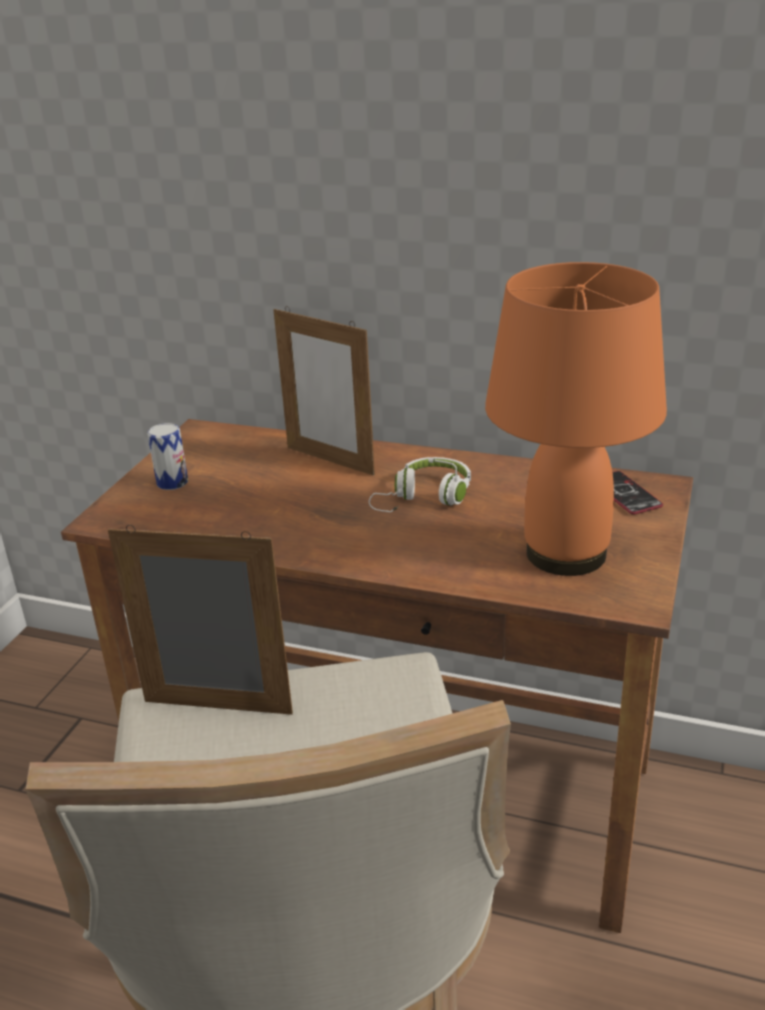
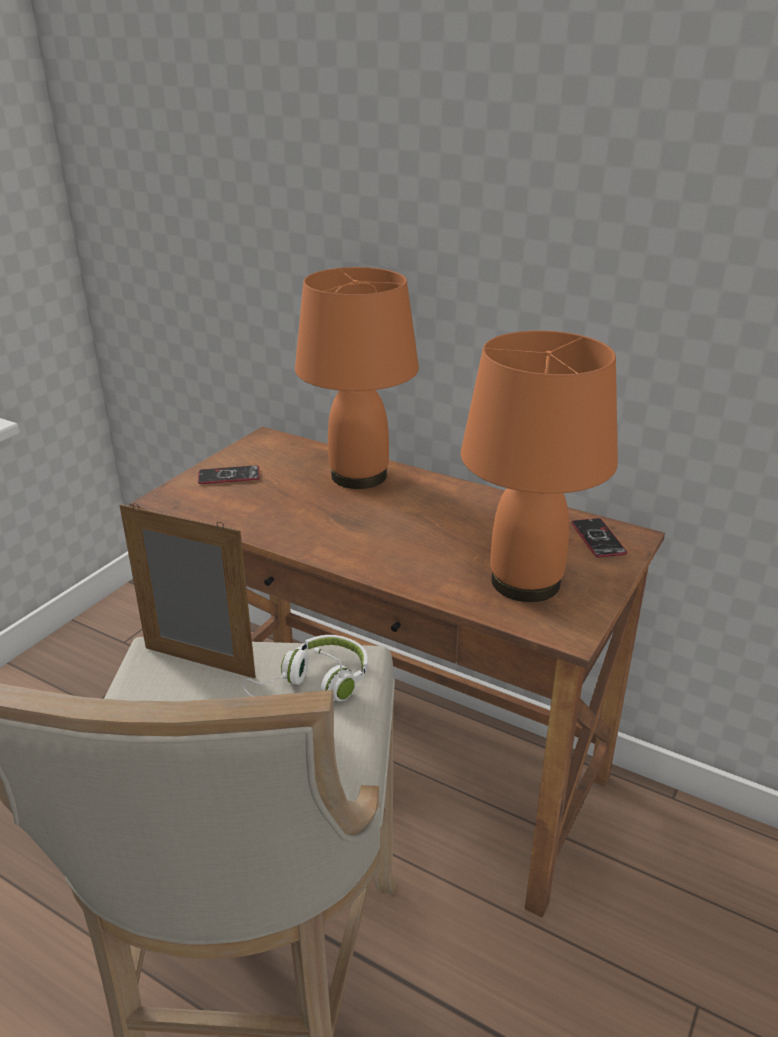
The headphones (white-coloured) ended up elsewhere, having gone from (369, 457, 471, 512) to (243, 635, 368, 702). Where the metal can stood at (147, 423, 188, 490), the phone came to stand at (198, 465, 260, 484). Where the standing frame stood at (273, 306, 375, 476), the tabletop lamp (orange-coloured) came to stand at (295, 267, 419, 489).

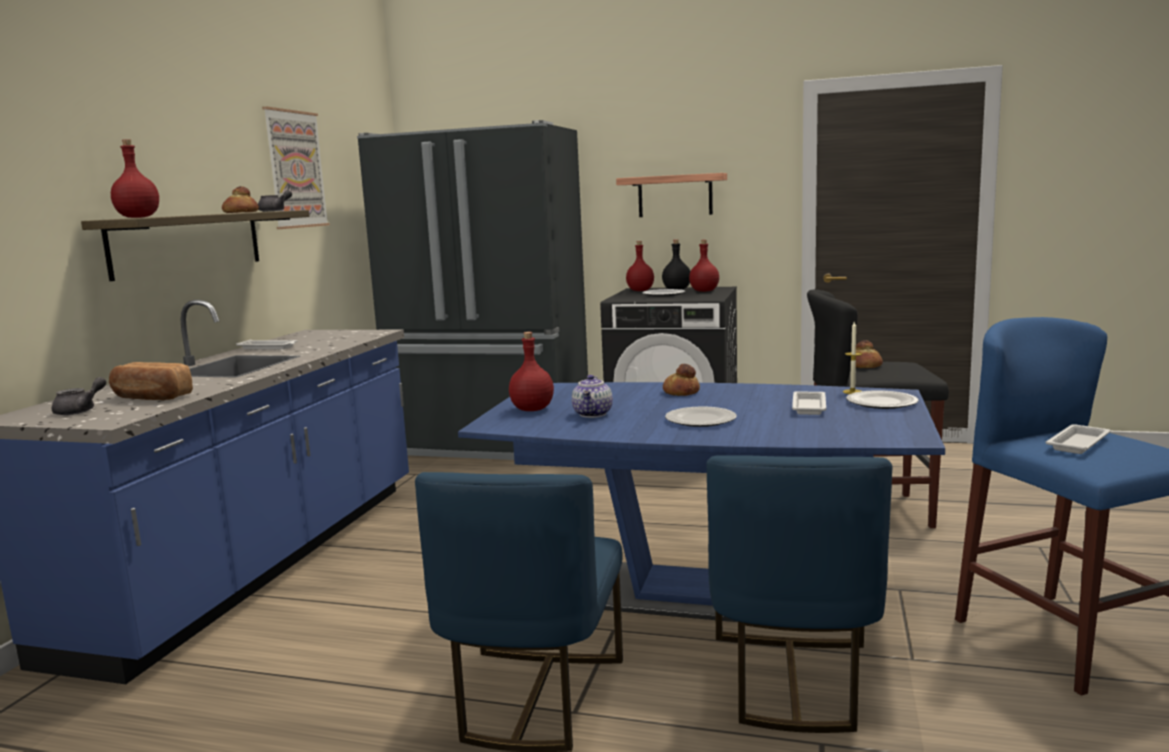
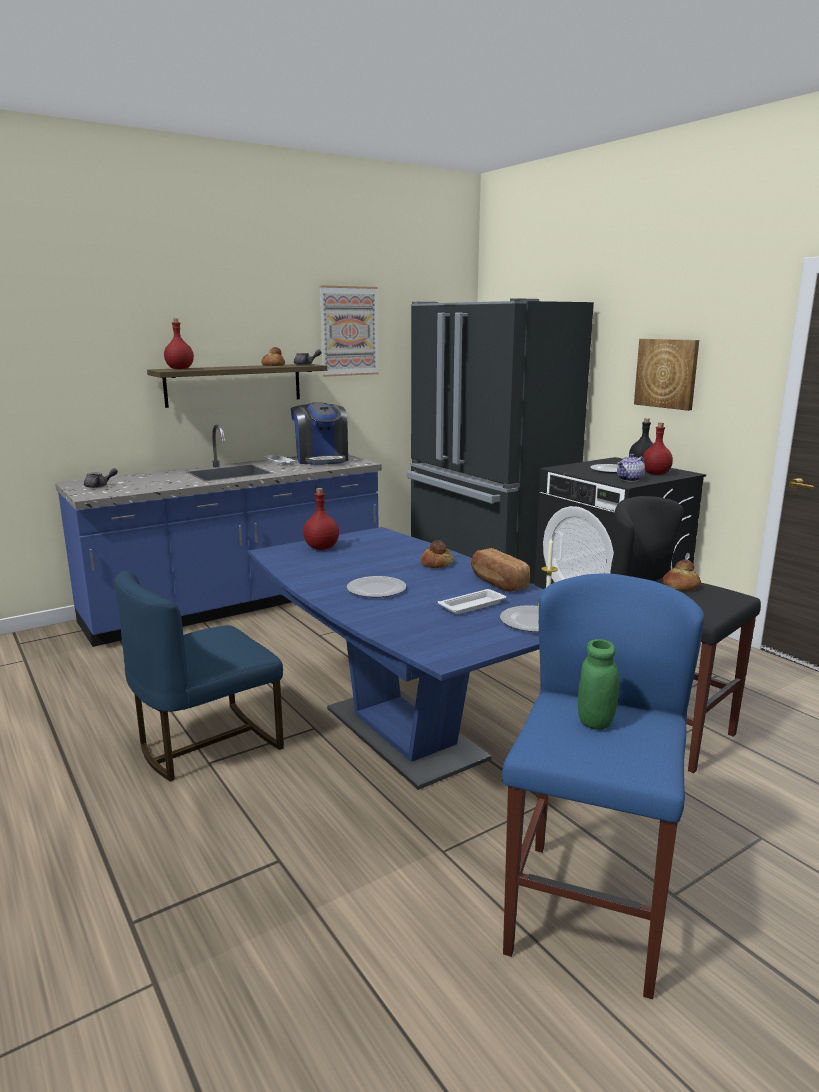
The second view lost the beverage bottle (reddish) at (626, 241, 654, 291). The second view lost the upright chair (bluish) at (706, 455, 892, 733). The second view gained the coffee brewer at (291, 402, 348, 465). The bakery bread ended up elsewhere, having gone from (109, 362, 193, 400) to (471, 548, 530, 592). The teapot ended up elsewhere, having gone from (572, 375, 613, 418) to (617, 454, 645, 482). Where the shelf hung at (616, 173, 727, 217), the picture came to hang at (634, 339, 699, 411). Where the tray (white-coloured) stood at (1046, 424, 1111, 454), the jar (green-coloured) came to stand at (578, 639, 619, 730).

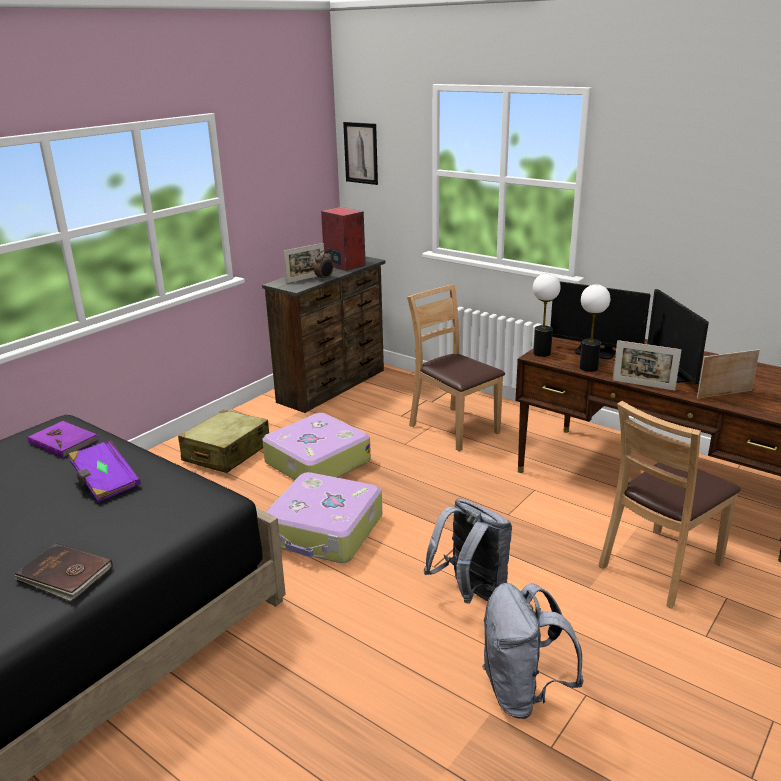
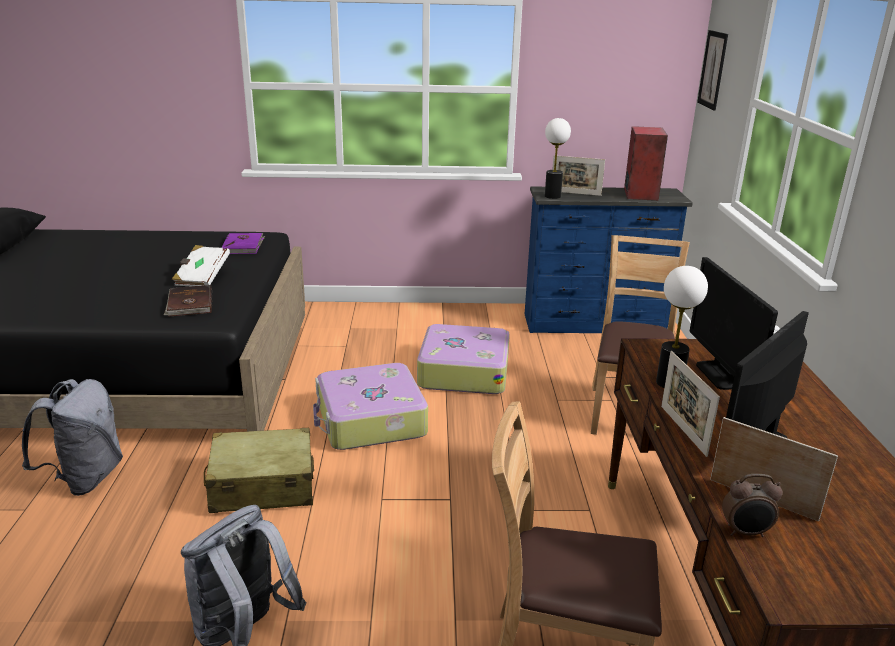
The book (brown-coloured) ended up elsewhere, having gone from (14, 543, 113, 601) to (164, 285, 212, 317). The piece of luggage (beige) ended up elsewhere, having gone from (178, 410, 269, 473) to (204, 428, 314, 513). The table clock ended up elsewhere, having gone from (314, 250, 333, 279) to (722, 474, 783, 537). The backpack (greyish) ended up elsewhere, having gone from (424, 498, 512, 603) to (22, 379, 123, 496). The tabletop lamp ended up elsewhere, having gone from (533, 273, 561, 357) to (545, 118, 571, 199). What was the book (purplish) at (68, 440, 141, 502) turned into the book (white-coloured) at (172, 245, 230, 286). What was the chest of drawers (brown-coloured) at (262, 256, 385, 413) turned into the chest of drawers (bluish) at (525, 186, 693, 333).

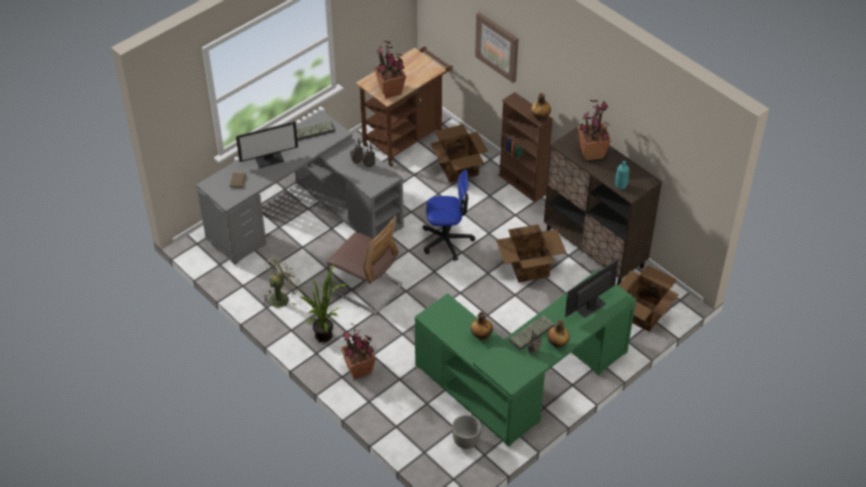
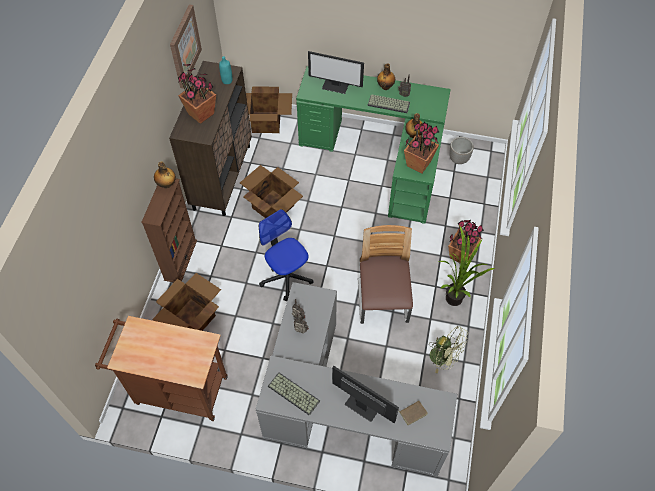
The houseplant ended up elsewhere, having gone from (374, 40, 406, 98) to (404, 122, 439, 174). The picture ended up elsewhere, having gone from (475, 13, 518, 83) to (170, 4, 202, 89). The electric fan (green-coloured) at (263, 256, 302, 308) ended up facing another way, 150 degrees counterclockwise from before.

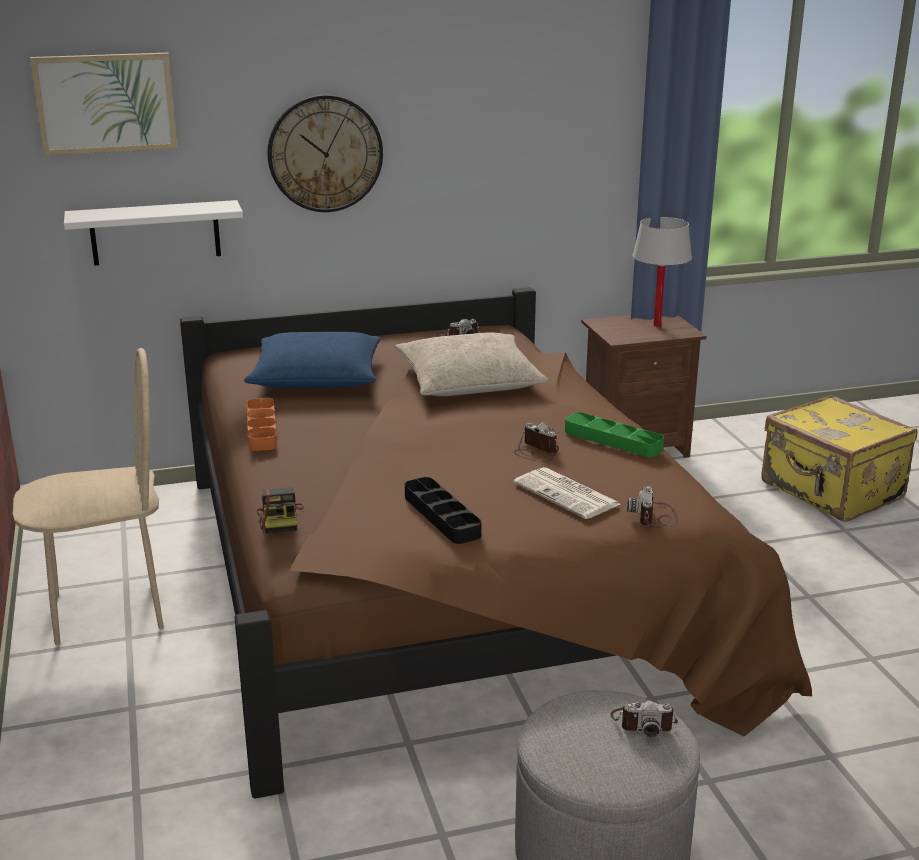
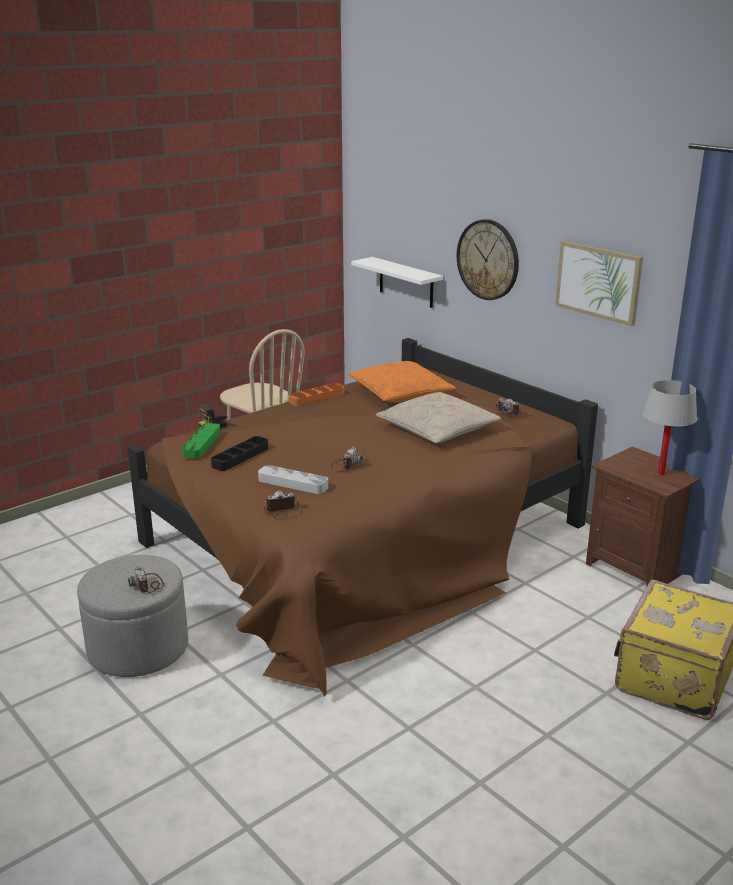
The picture ended up elsewhere, having gone from (30, 53, 178, 156) to (555, 241, 643, 326). The tray (green-coloured) ended up elsewhere, having gone from (565, 412, 664, 457) to (182, 423, 221, 459). Where the printed paper stood at (513, 467, 620, 519), the tray (greyish) came to stand at (258, 465, 328, 494). What was the throw pillow (bluish) at (244, 332, 381, 388) turned into the throw pillow (orange-coloured) at (348, 361, 456, 402).

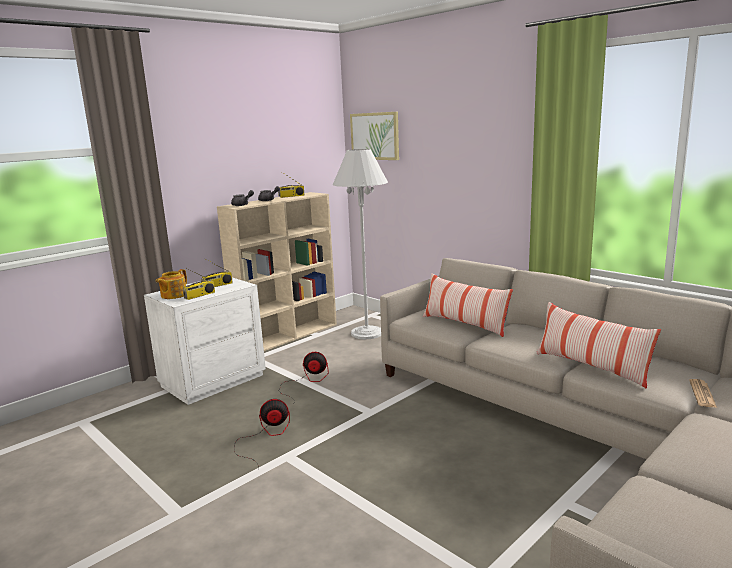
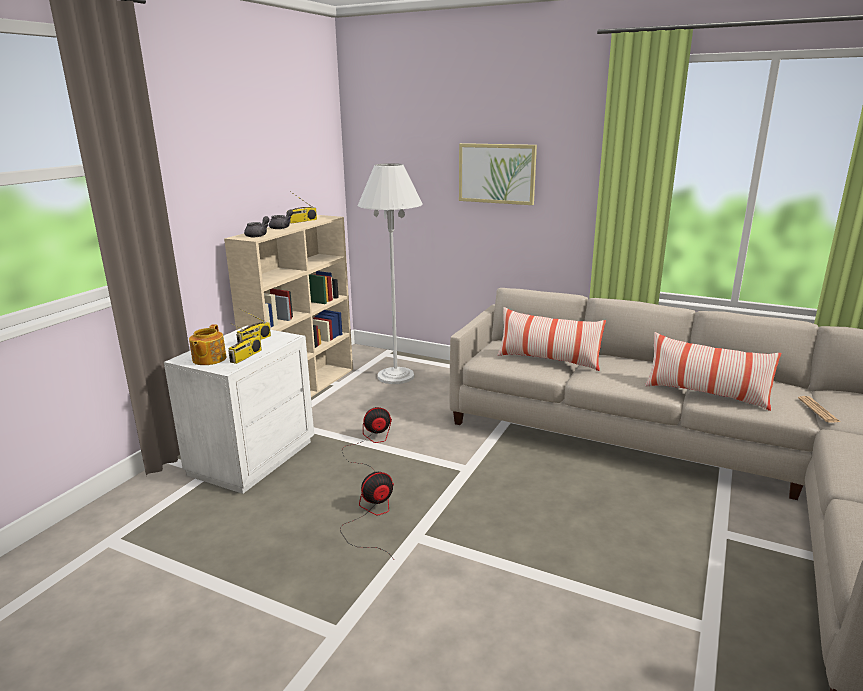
The picture ended up elsewhere, having gone from (350, 112, 399, 160) to (459, 143, 537, 205).

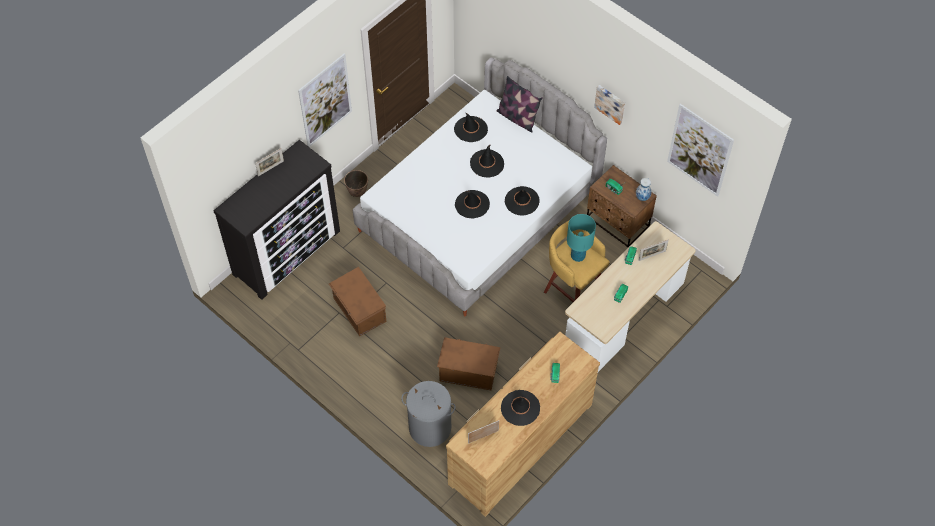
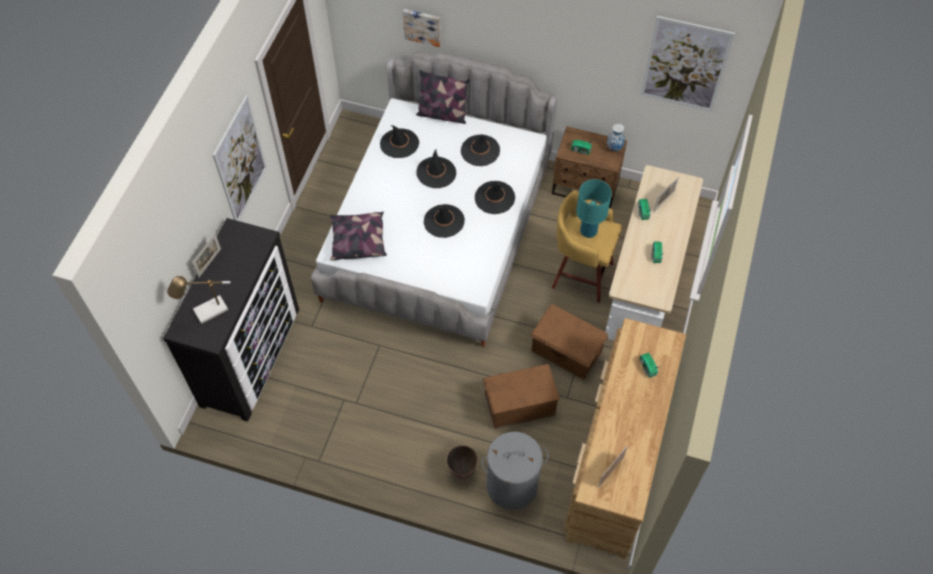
The second view gained the tabletop lamp at (167, 276, 231, 324). The second view gained the throw pillow at (330, 211, 387, 260). The storage box (brown-coloured) ended up elsewhere, having gone from (329, 267, 386, 336) to (530, 304, 608, 380). The plant pot ended up elsewhere, having gone from (344, 170, 368, 197) to (446, 445, 478, 480). The hat (blackish) ended up elsewhere, having gone from (501, 390, 540, 426) to (461, 134, 500, 166). The picture ended up elsewhere, having gone from (594, 85, 625, 125) to (403, 9, 441, 47).

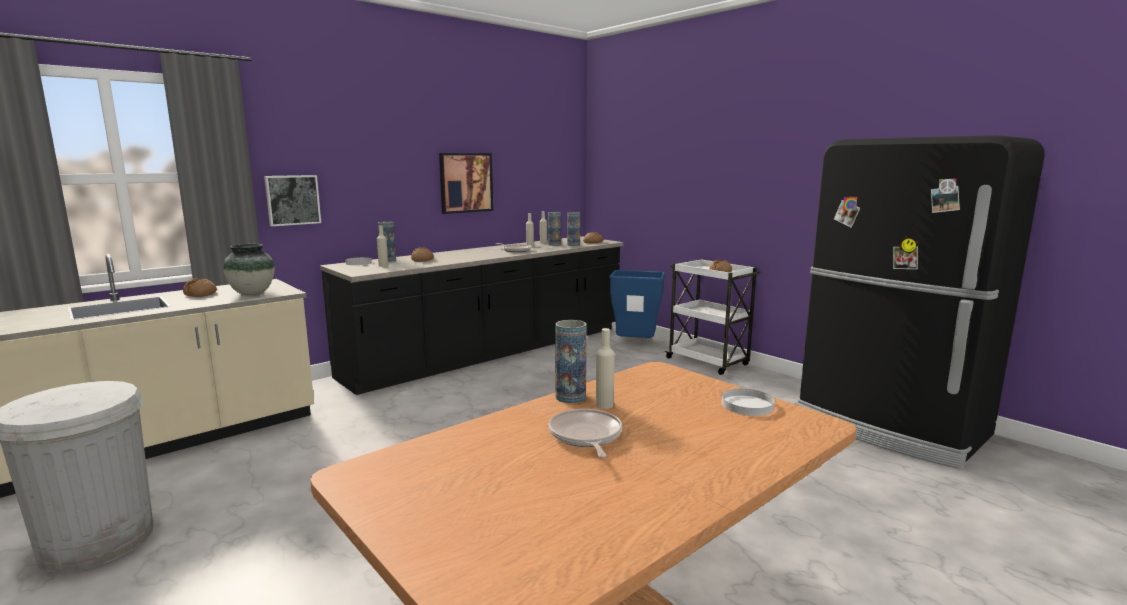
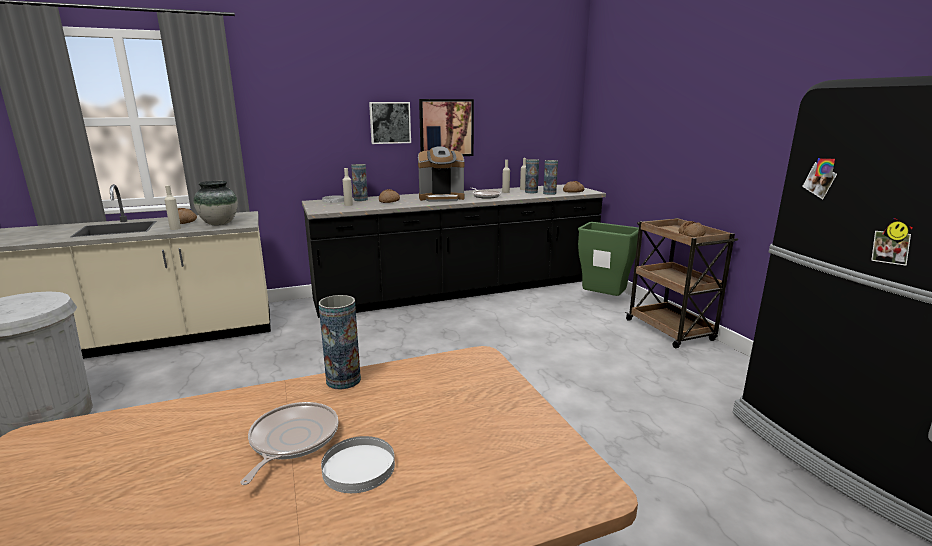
The second view gained the coffee brewer at (418, 146, 464, 202). The picture ended up elsewhere, having gone from (264, 175, 321, 226) to (369, 102, 411, 144). The beverage bottle (beige) ended up elsewhere, having gone from (596, 328, 615, 409) to (164, 185, 181, 230). The dinner plate (white-coloured) ended up elsewhere, having gone from (722, 389, 775, 416) to (321, 436, 395, 493). What was the trash can (bluish) at (609, 270, 665, 338) turned into the trash can (green-coloured) at (578, 222, 639, 296). What was the trolley (white-coloured) at (664, 259, 761, 375) turned into the trolley (brown-coloured) at (625, 218, 738, 348).

